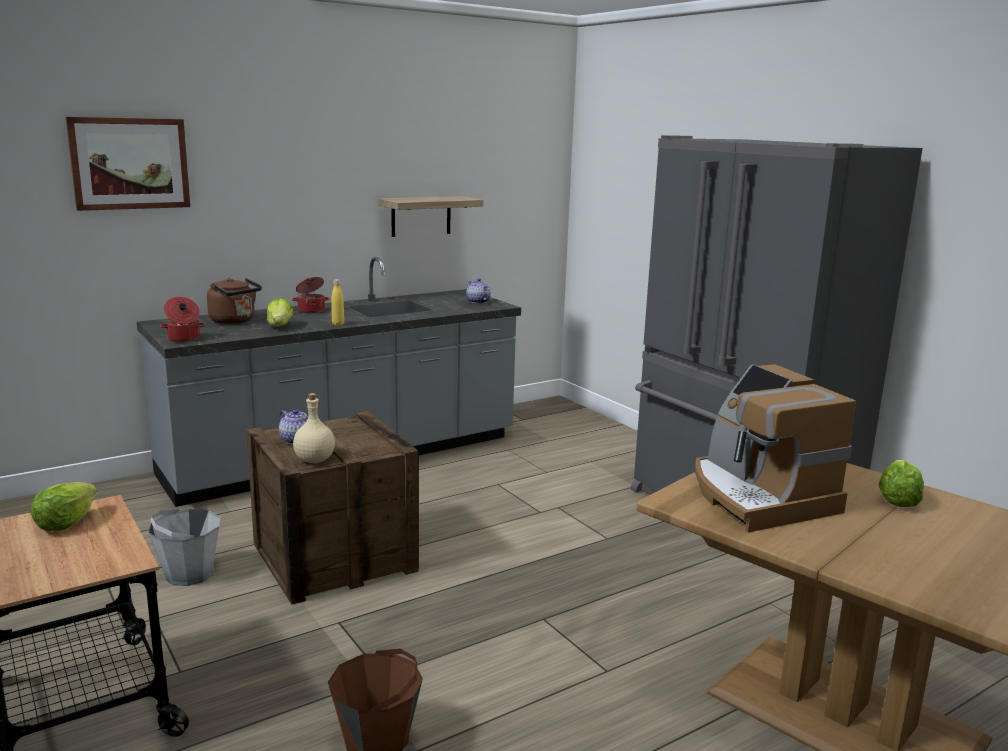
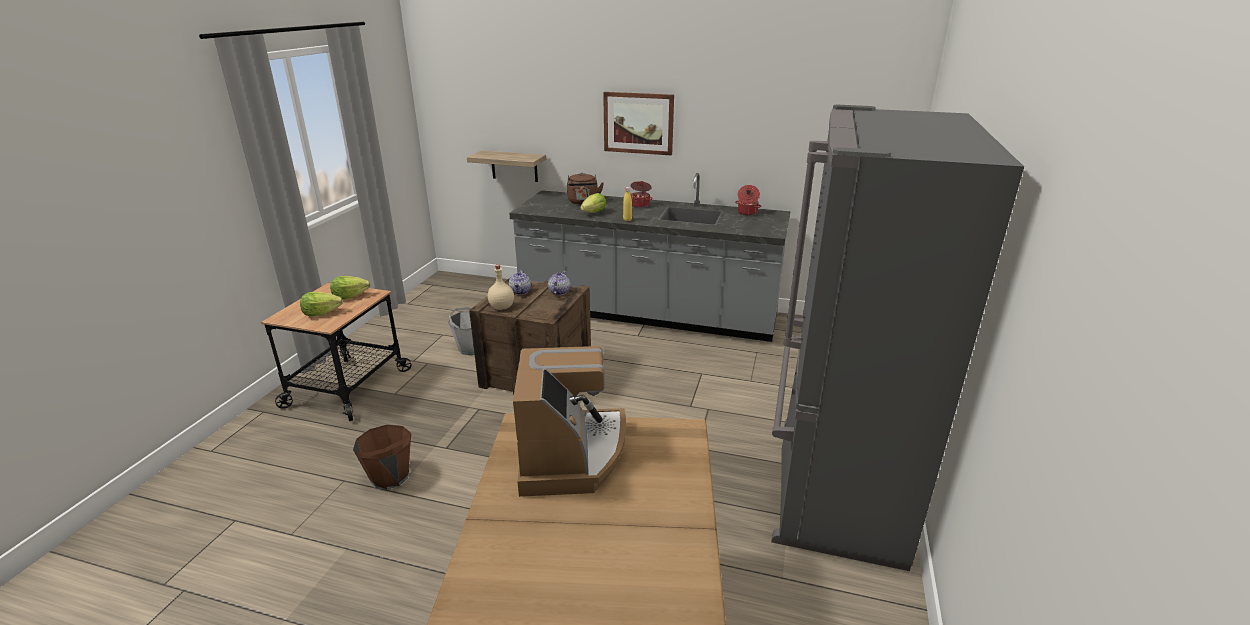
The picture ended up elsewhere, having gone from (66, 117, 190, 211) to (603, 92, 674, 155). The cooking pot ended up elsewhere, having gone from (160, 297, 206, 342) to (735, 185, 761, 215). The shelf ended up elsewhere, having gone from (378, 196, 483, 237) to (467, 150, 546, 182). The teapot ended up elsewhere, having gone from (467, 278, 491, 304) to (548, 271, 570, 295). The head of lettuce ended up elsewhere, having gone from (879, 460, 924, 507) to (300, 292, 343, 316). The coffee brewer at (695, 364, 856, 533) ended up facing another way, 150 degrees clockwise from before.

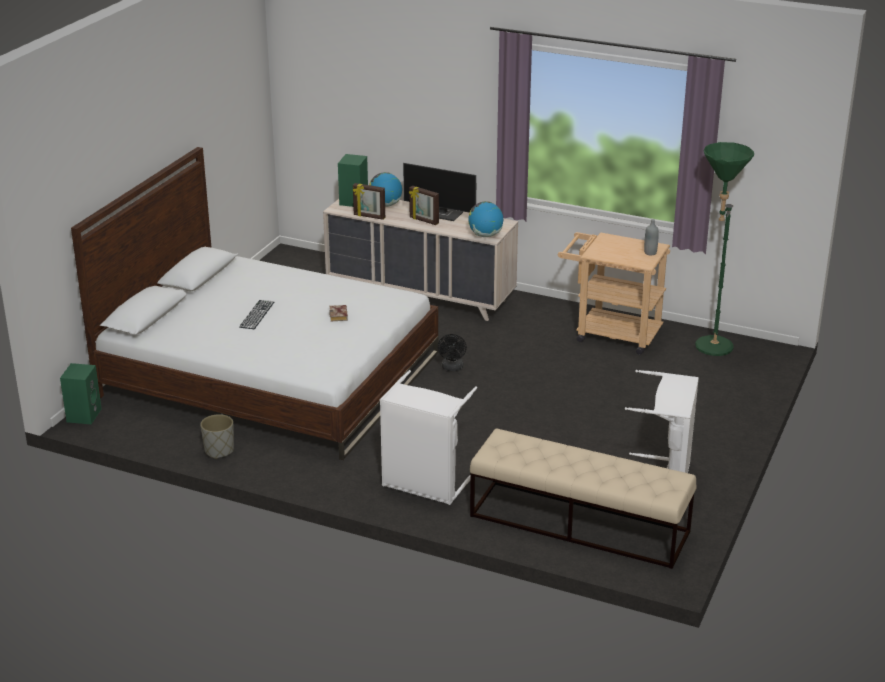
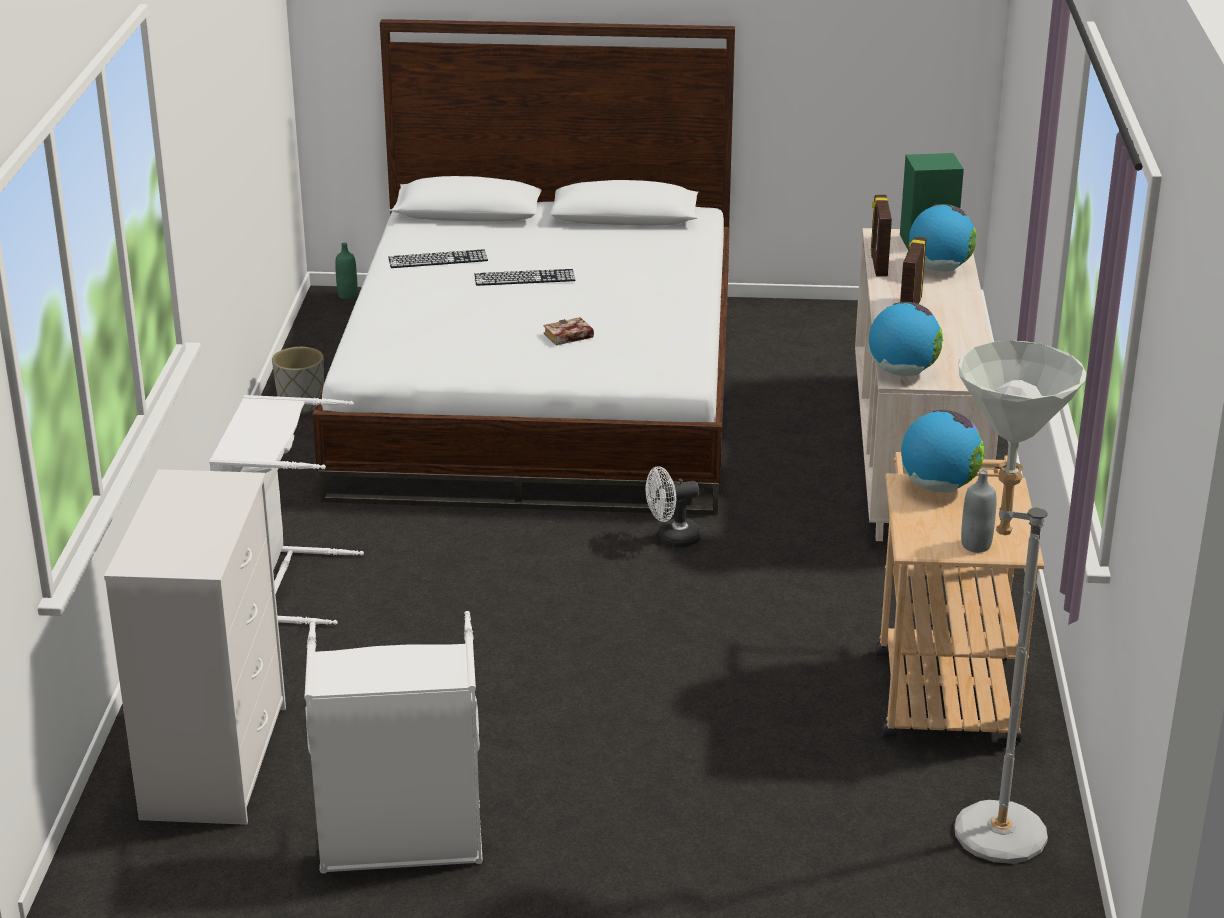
The second view lost the monitor at (403, 163, 476, 221). The second view gained the keyboard at (388, 250, 488, 268). The second view gained the desk globe at (901, 410, 985, 493). Where the audio speaker (green-coloured) stood at (60, 363, 102, 424), the beverage bottle (green-coloured) came to stand at (335, 243, 358, 299). Where the indoor bench (beige) stood at (470, 429, 696, 569), the chest of drawers (white-coloured) came to stand at (104, 469, 286, 825). What was the electric fan (blackish) at (438, 334, 467, 371) turned into the electric fan (white-coloured) at (645, 467, 701, 548). What was the floor lamp (green-coloured) at (695, 142, 754, 356) turned into the floor lamp (greyish) at (955, 340, 1087, 864).

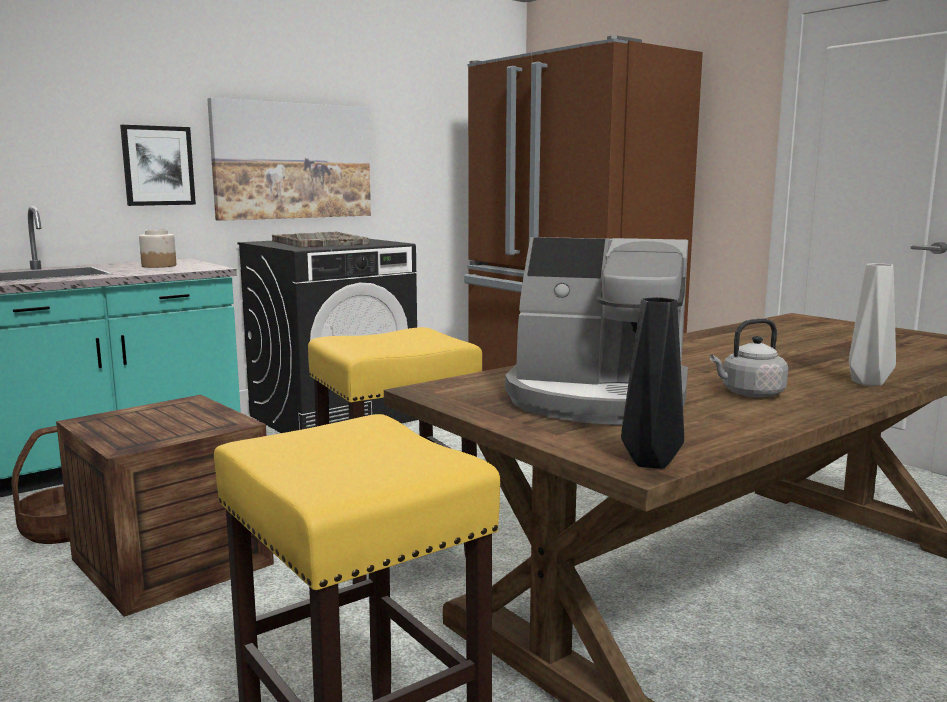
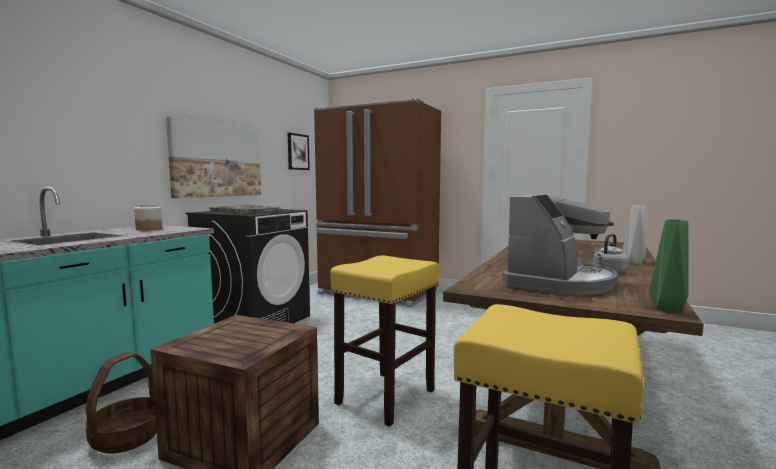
The picture ended up elsewhere, having gone from (120, 125, 196, 206) to (288, 133, 310, 170). What was the flower vase (blackish) at (621, 297, 684, 469) turned into the flower vase (green-coloured) at (649, 219, 688, 313). The coffee brewer at (505, 237, 688, 425) ended up facing another way, 45 degrees counterclockwise from before.

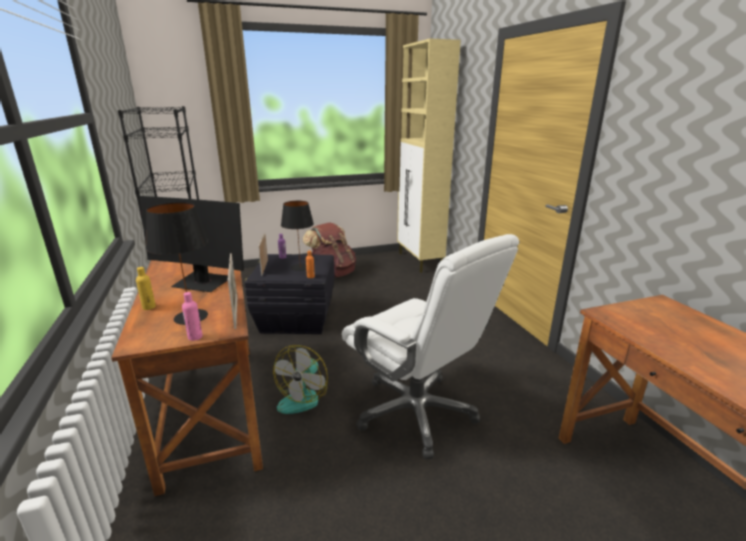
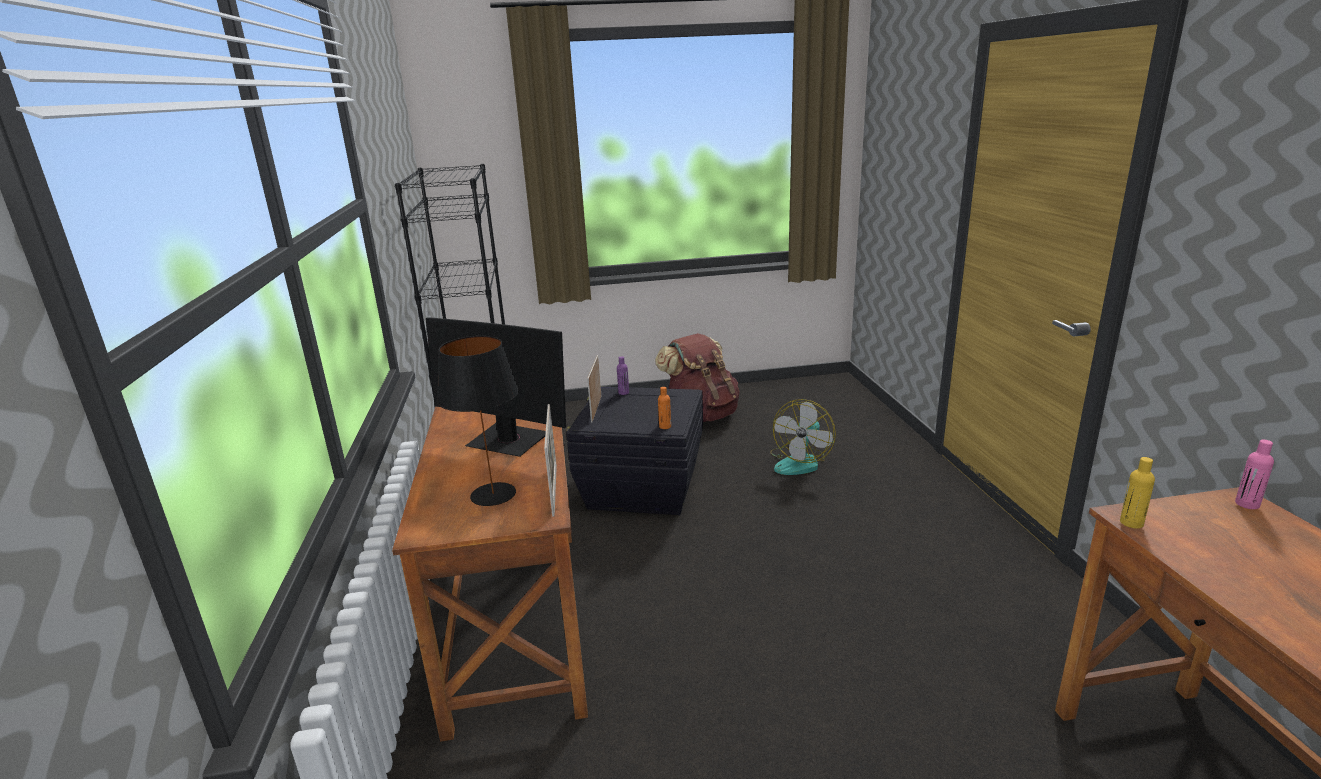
The second view lost the tabletop lamp (blackish) at (281, 201, 314, 271). The second view lost the desk chair (white-coloured) at (342, 234, 519, 460). The second view lost the cabinet (beige) at (397, 39, 461, 273). The beverage bottle (yellow) ended up elsewhere, having gone from (136, 267, 156, 310) to (1120, 457, 1155, 529). The beverage bottle (pink-coloured) ended up elsewhere, having gone from (182, 292, 203, 341) to (1235, 440, 1274, 509). The electric fan ended up elsewhere, having gone from (273, 345, 328, 414) to (770, 399, 836, 475).

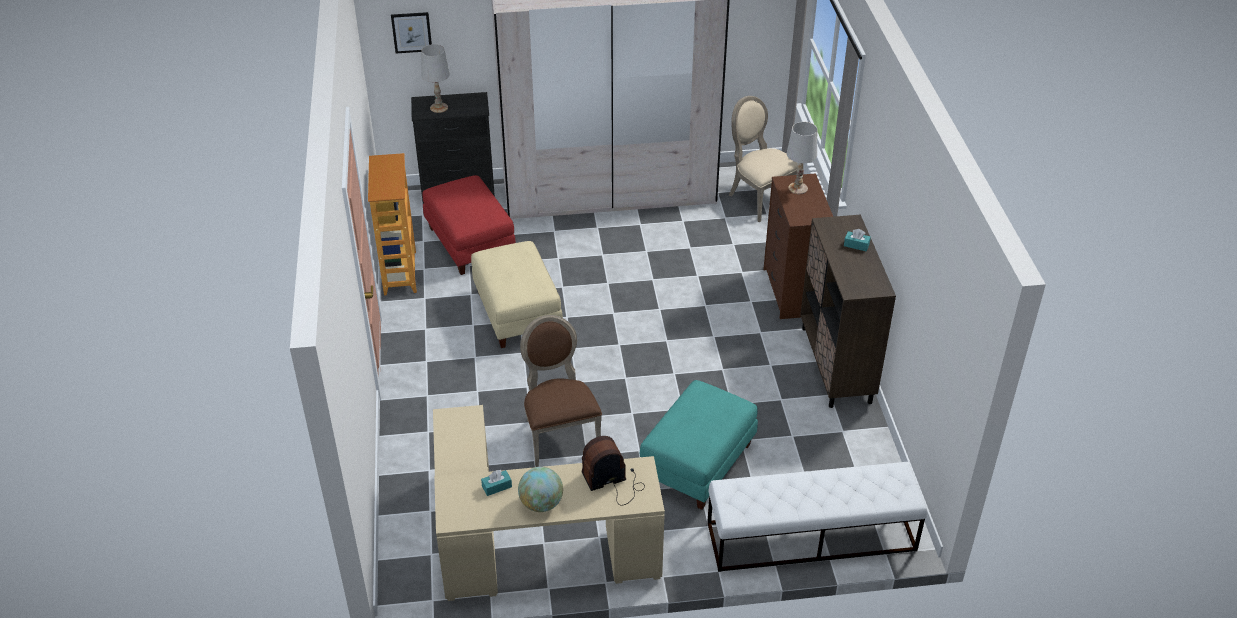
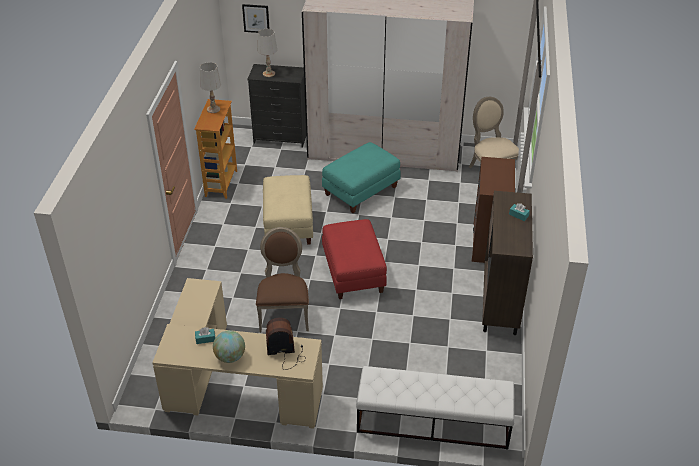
The ottoman (reddish) ended up elsewhere, having gone from (423, 175, 516, 275) to (322, 219, 387, 299). The ottoman (blue-green) ended up elsewhere, having gone from (640, 380, 758, 510) to (322, 142, 401, 213). The tabletop lamp (white-coloured) ended up elsewhere, having gone from (787, 122, 817, 194) to (200, 62, 221, 113).

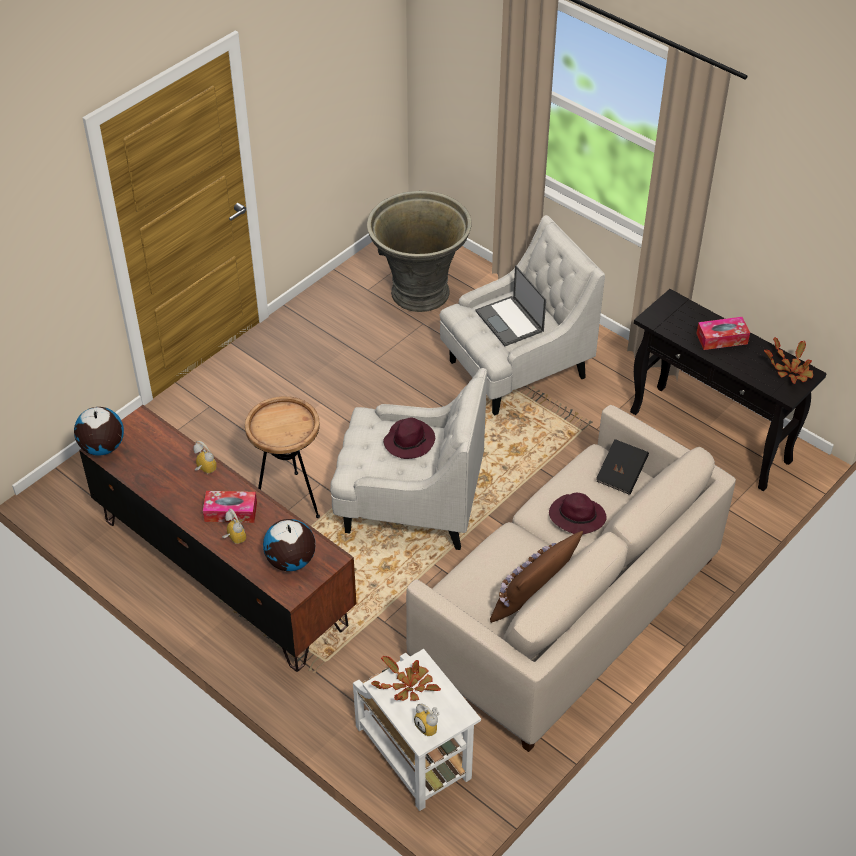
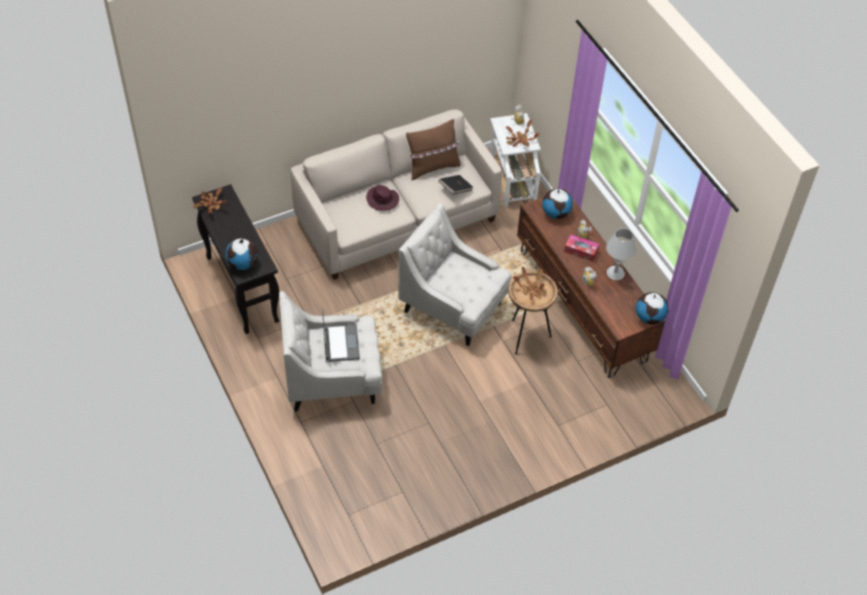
The second view lost the plant pot (greyish) at (367, 191, 472, 312). The second view lost the hat (purplish) at (383, 418, 435, 459). The second view lost the tissue holder at (696, 317, 750, 350). The second view gained the desk globe at (225, 238, 258, 270). The second view gained the houseplant at (513, 266, 546, 300). The second view gained the tabletop lamp (greyish) at (606, 228, 636, 281). The book (blackish) ended up elsewhere, having gone from (596, 439, 649, 495) to (439, 175, 473, 195).

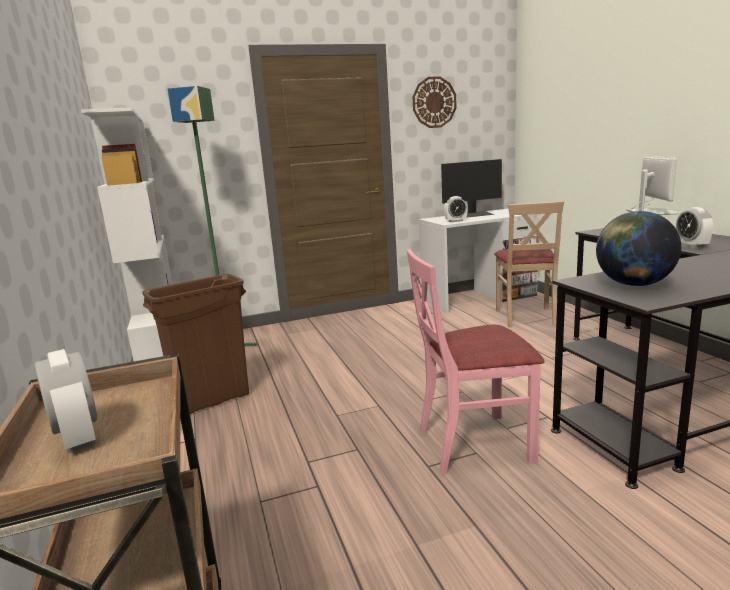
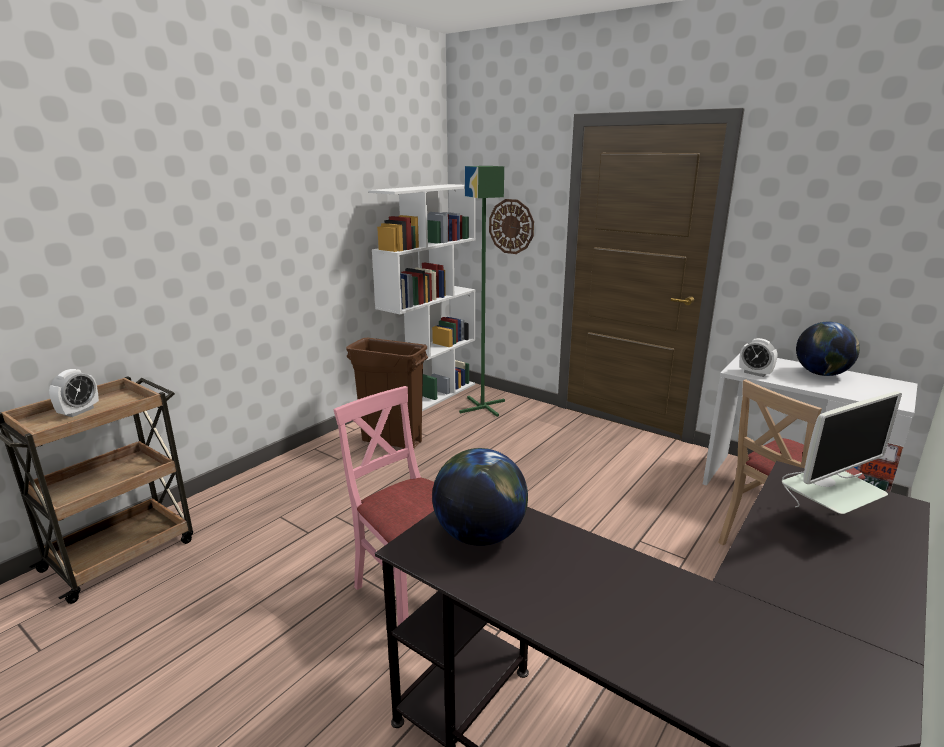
The second view lost the table clock at (676, 207, 713, 248). The wall clock ended up elsewhere, having gone from (413, 76, 456, 128) to (489, 199, 534, 254). Where the monitor stood at (441, 159, 502, 217), the desk globe came to stand at (796, 322, 860, 376).

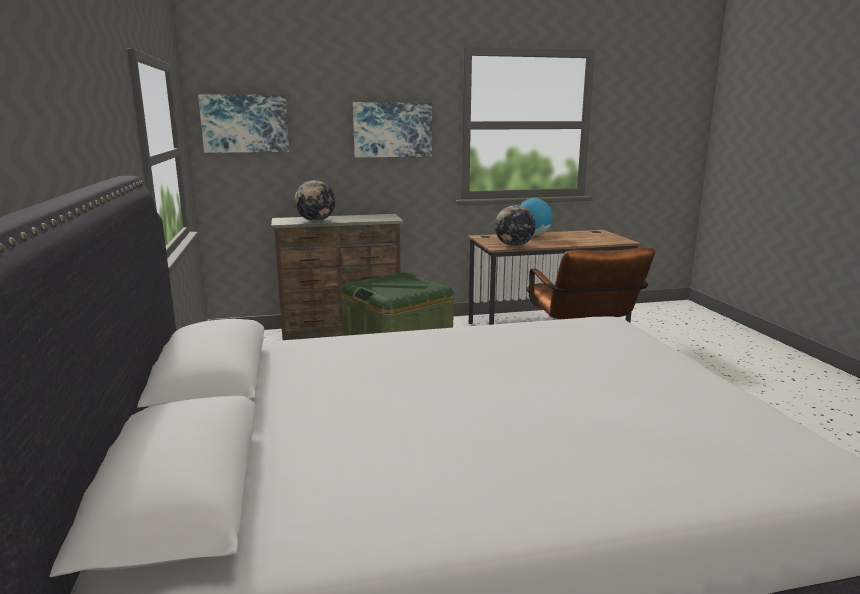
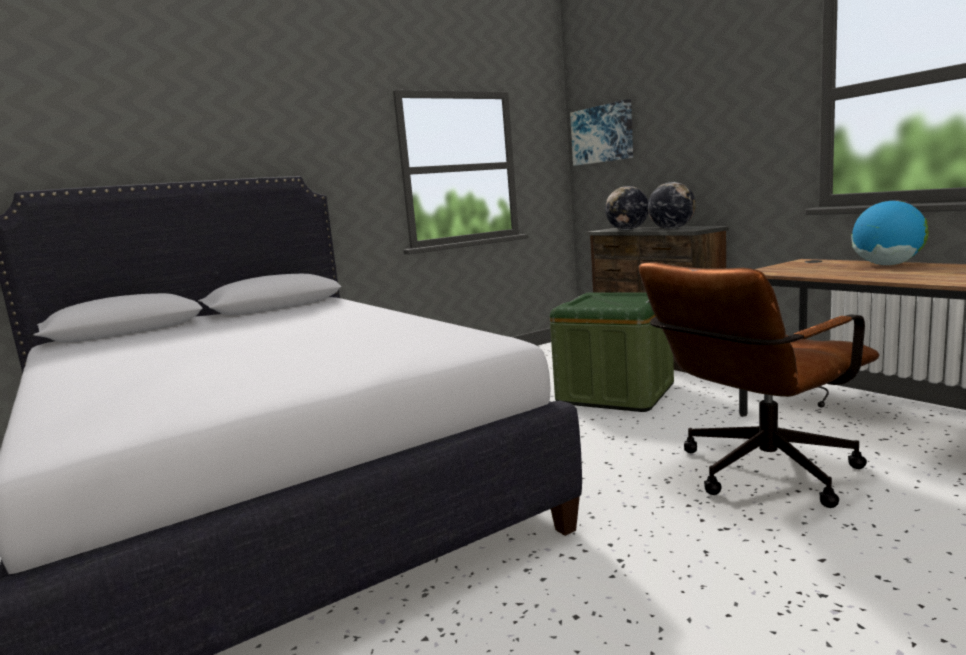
The second view lost the picture at (353, 102, 432, 158). The desk globe ended up elsewhere, having gone from (495, 205, 536, 246) to (648, 182, 696, 229).

